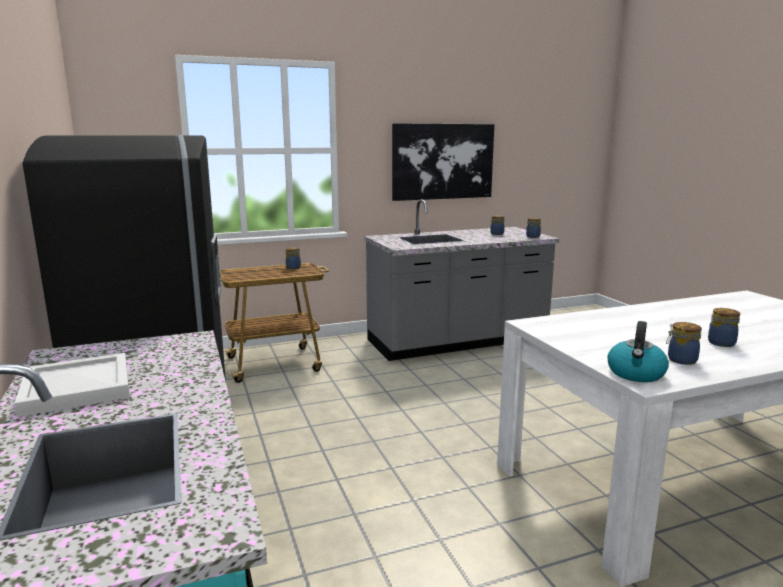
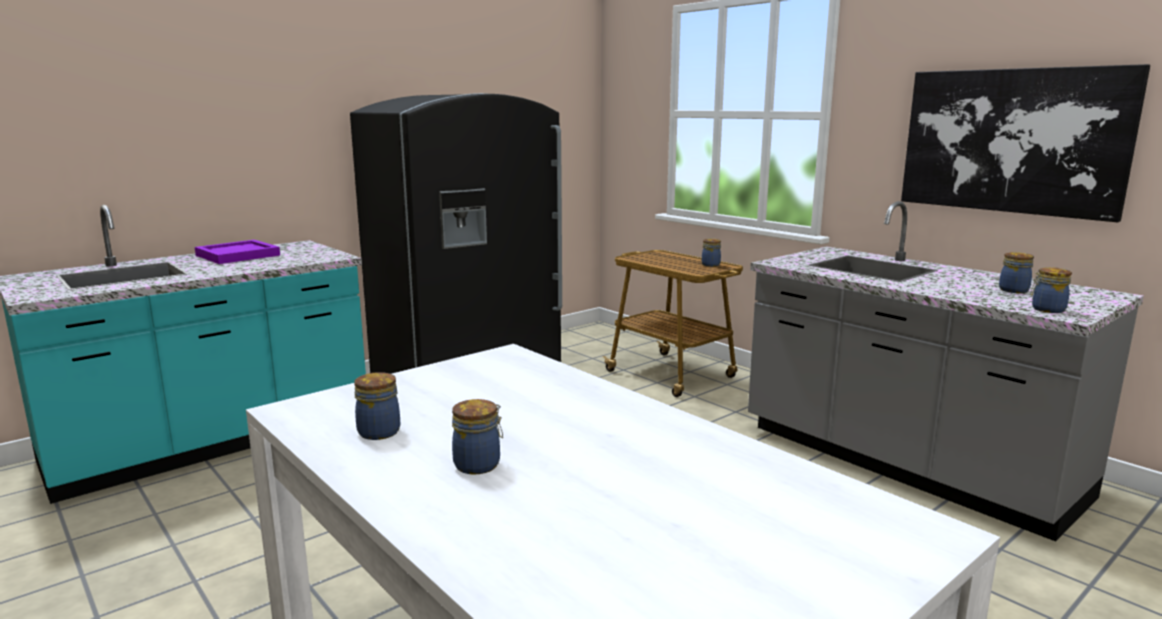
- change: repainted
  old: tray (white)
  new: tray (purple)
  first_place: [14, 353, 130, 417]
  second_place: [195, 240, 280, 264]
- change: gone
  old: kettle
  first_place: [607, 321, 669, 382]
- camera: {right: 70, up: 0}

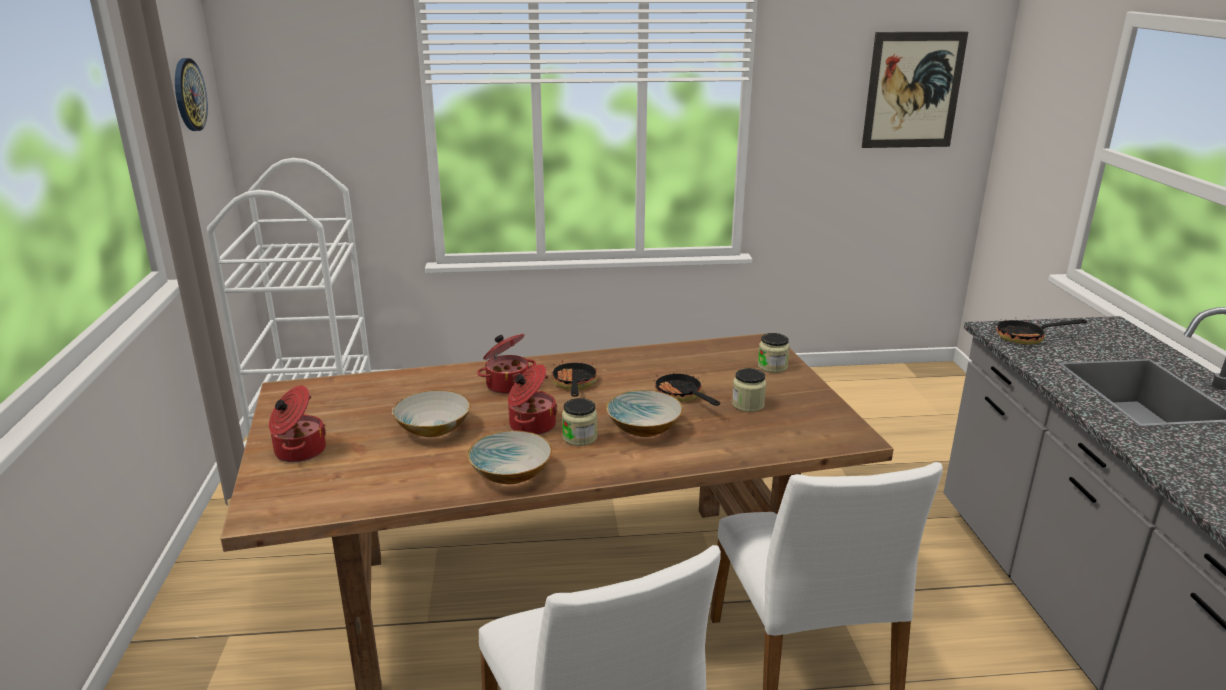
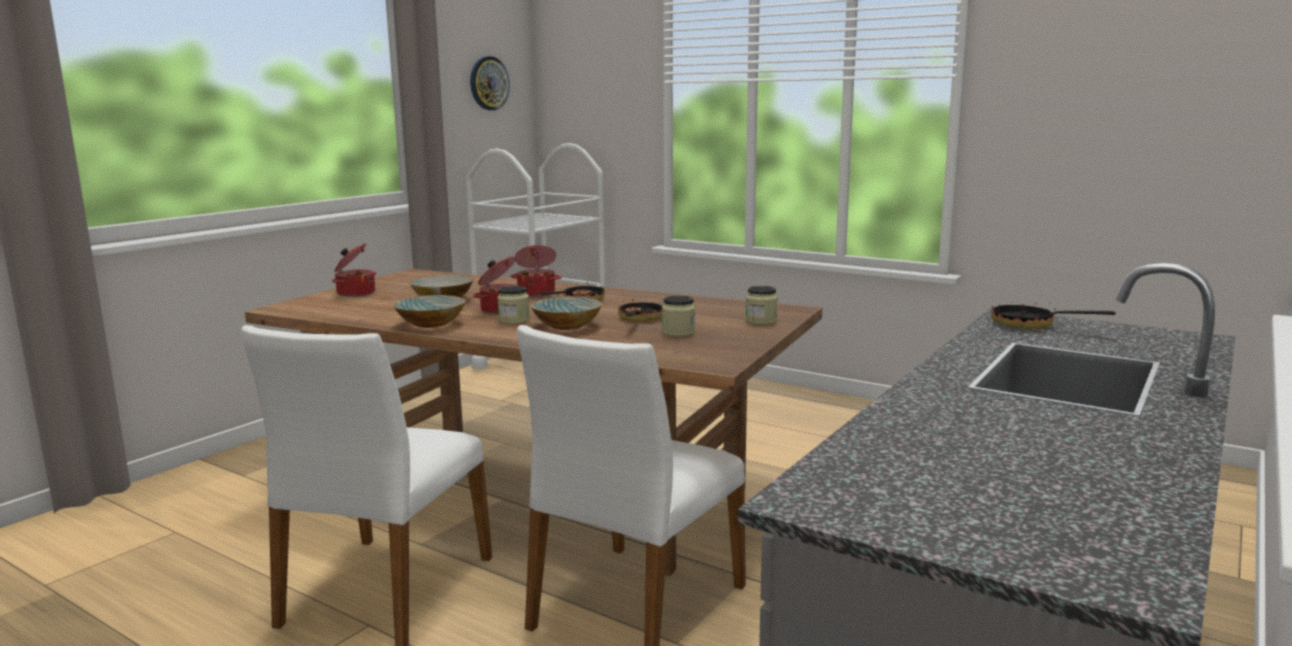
- change: gone
  old: picture
  first_place: [862, 32, 968, 148]
- camera: {right: 40, up: -10}

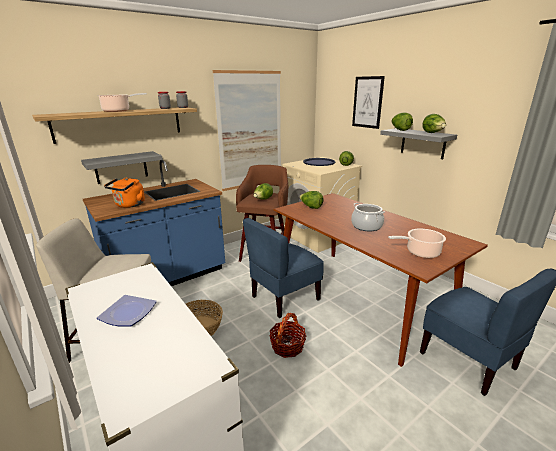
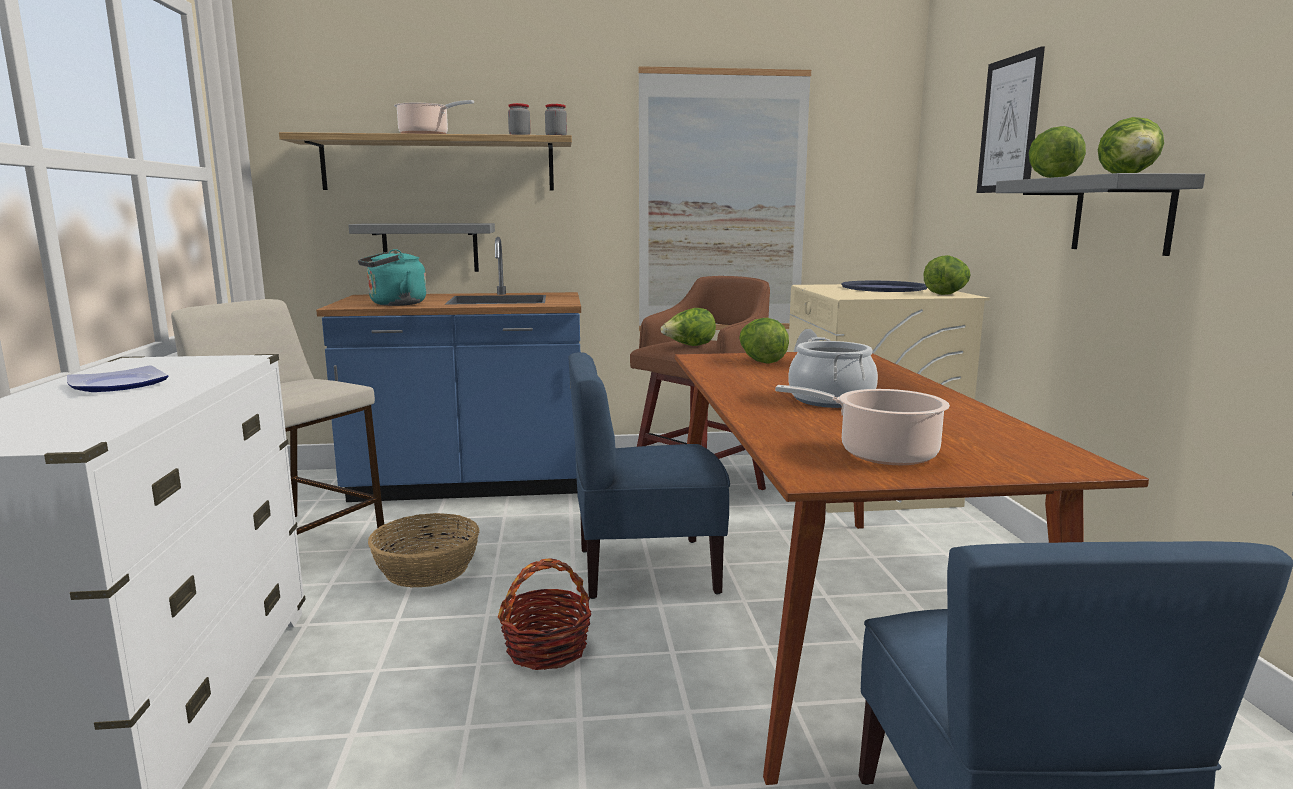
- change: repainted
  old: kettle (orange)
  new: kettle (turquoise)
  first_place: [104, 178, 145, 208]
  second_place: [358, 249, 426, 306]
- camera: {right: 30, up: -10}

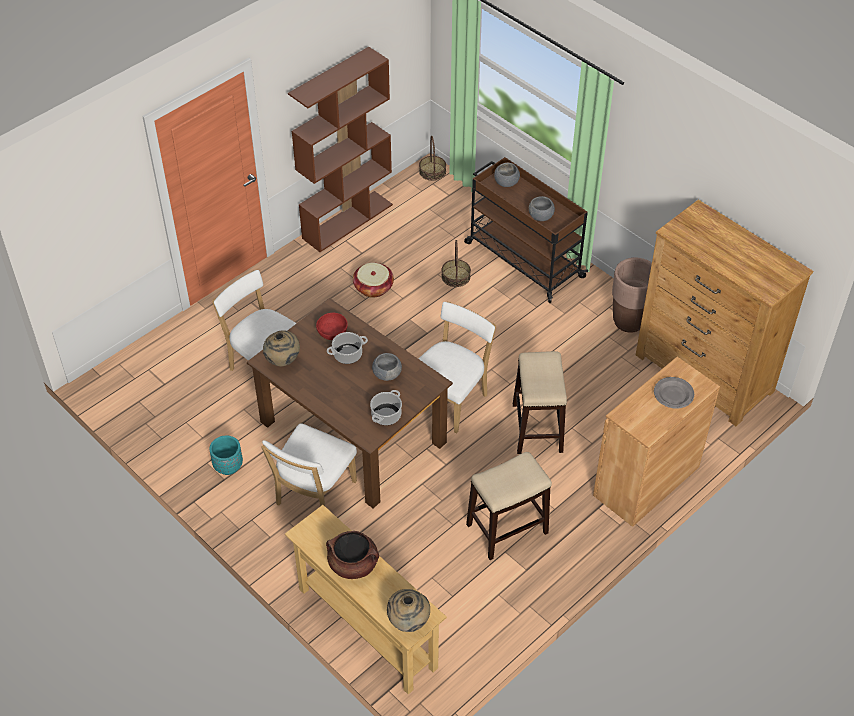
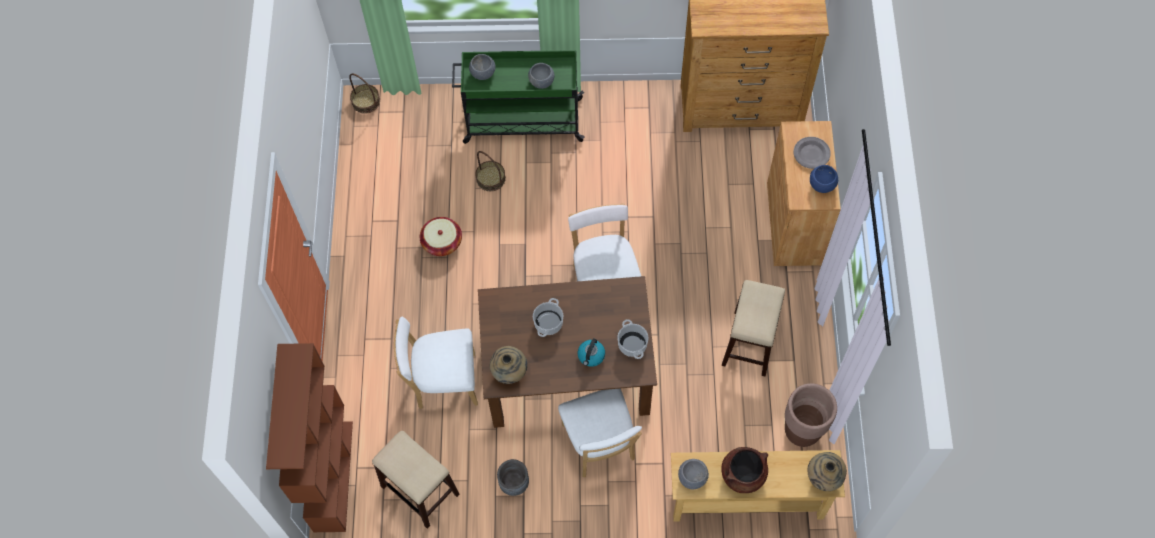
- change: repainted
  old: planter (turquoise)
  new: planter (grey)
  first_place: [210, 436, 243, 475]
  second_place: [497, 459, 529, 496]
- change: shifted
  old: bookcase (brown)
  first_place: [288, 47, 393, 252]
  second_place: [266, 343, 353, 532]
- change: gone
  old: bowl (red)
  first_place: [316, 313, 348, 340]
- change: shifted
  old: bowl (grey)
  first_place: [372, 353, 402, 381]
  second_place: [678, 459, 709, 489]
- change: repainted
  old: cart (brown)
  new: cart (green)
  first_place: [464, 157, 588, 303]
  second_place: [452, 50, 585, 144]
- change: shifted
  old: stool
  first_place: [513, 351, 567, 454]
  second_place: [372, 431, 460, 529]
- change: shifted
  old: planter (brown)
  first_place: [612, 258, 652, 333]
  second_place: [785, 383, 837, 447]
- change: new
  new: kettle
  second_place: [578, 338, 605, 367]
- change: new
  new: bowl (blue)
  second_place: [810, 165, 838, 193]
- camera: {right: -45, up: 15}

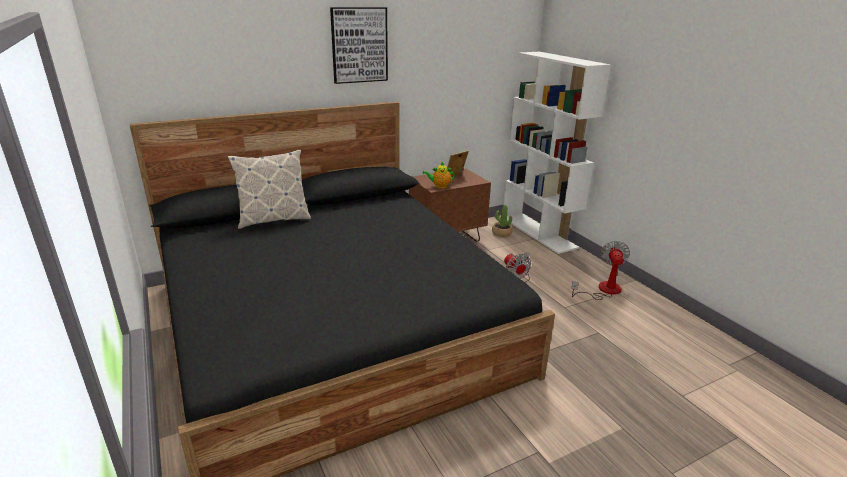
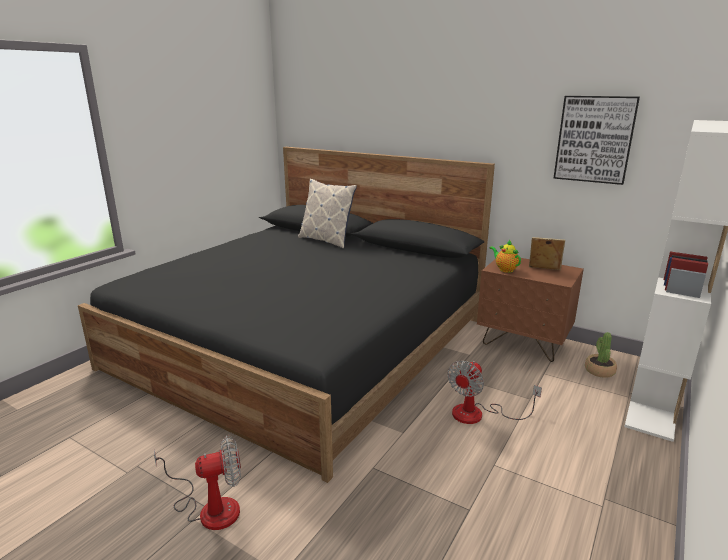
- change: shifted
  old: picture
  first_place: [330, 7, 388, 84]
  second_place: [553, 96, 640, 185]
- change: shifted
  old: fan
  first_place: [571, 241, 630, 300]
  second_place: [154, 435, 241, 530]
- camera: {right: 60, up: -5}

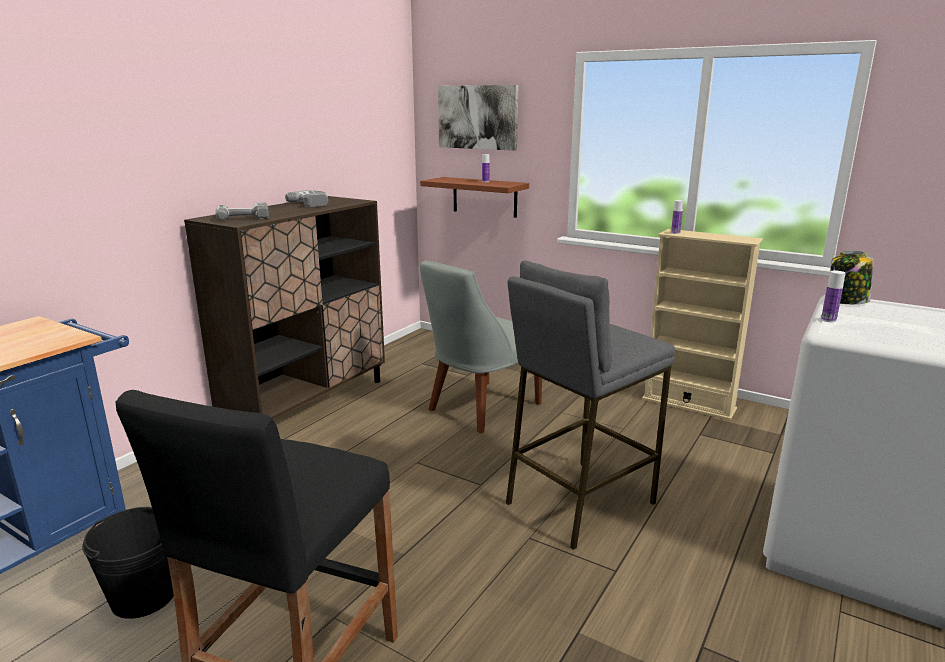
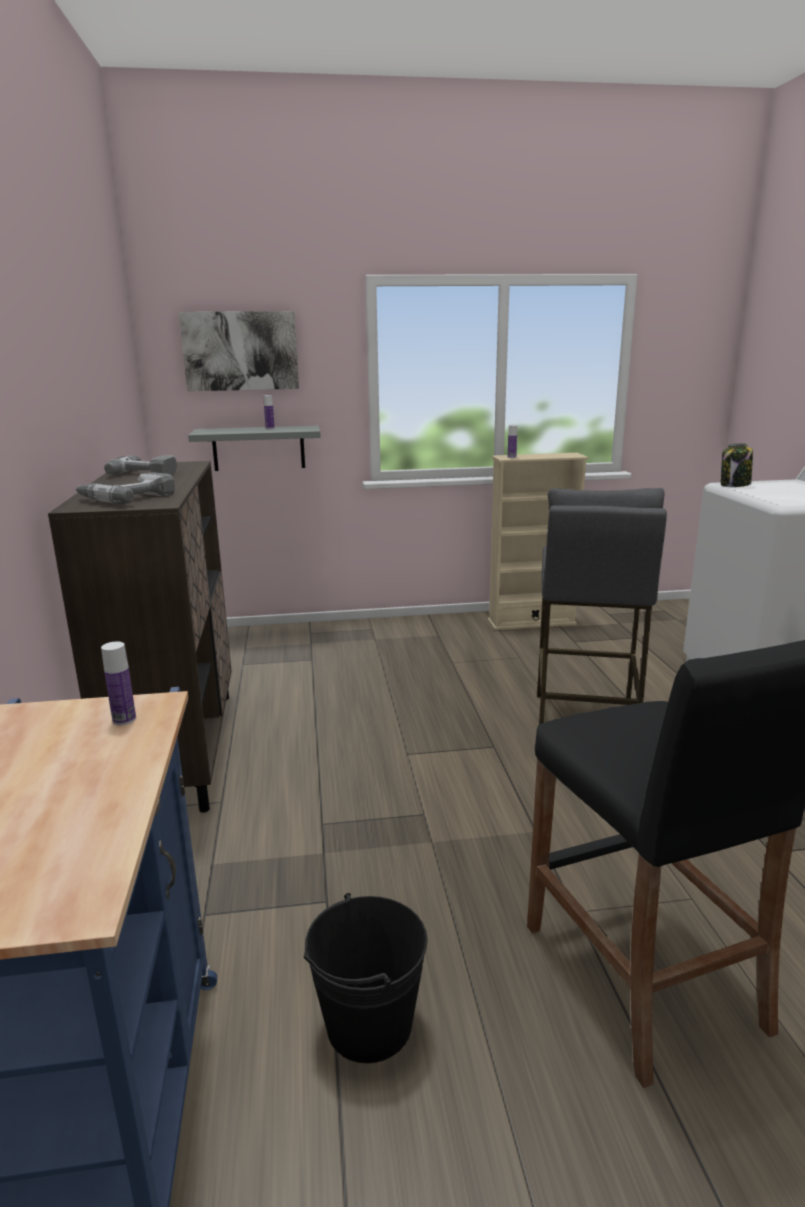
- change: repainted
  old: shelf (brown)
  new: shelf (grey)
  first_place: [420, 177, 529, 218]
  second_place: [188, 426, 321, 471]
- change: gone
  old: chair (grey)
  first_place: [420, 260, 542, 433]
- change: shifted
  old: bottle
  first_place: [821, 270, 845, 322]
  second_place: [101, 642, 136, 725]
- camera: {right: -40, up: 0}

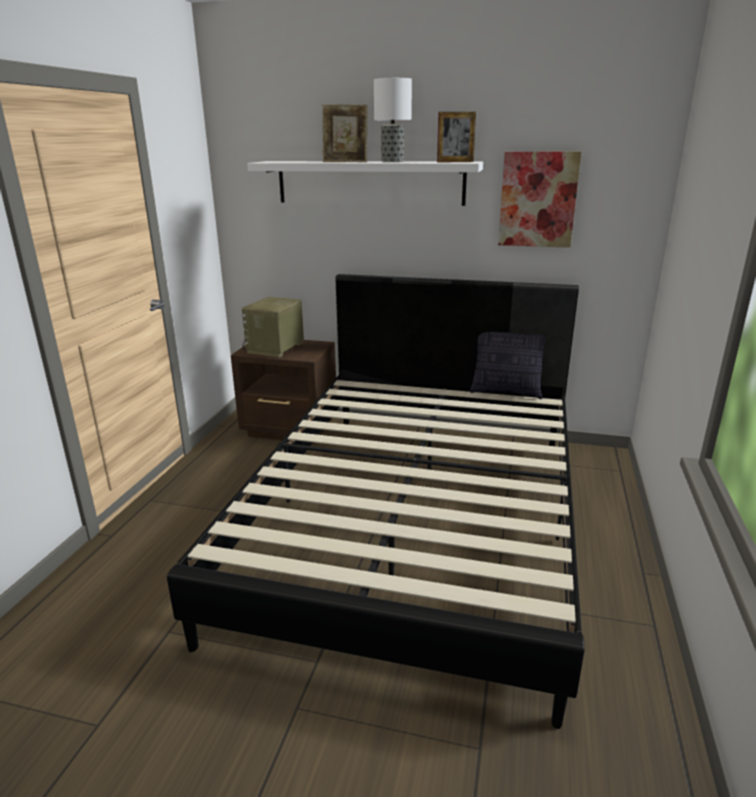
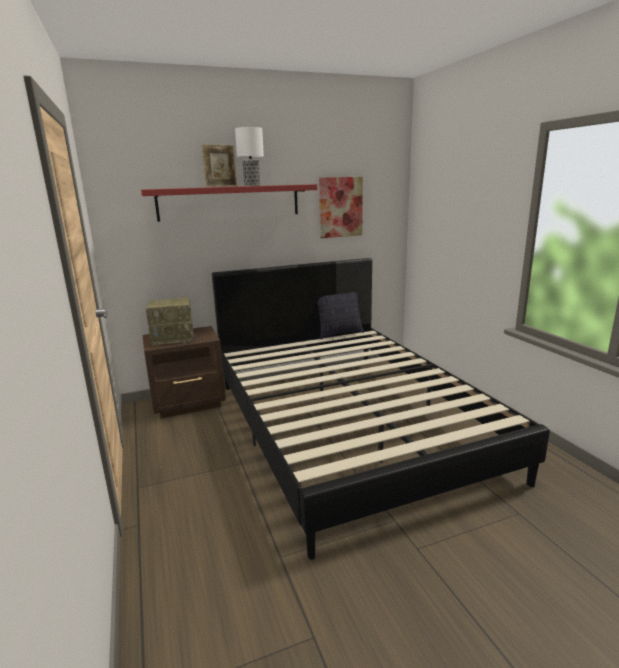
- change: rotated
  old: radio
  first_place: [242, 297, 304, 358]
  second_place: [146, 297, 195, 346]
  degrees: -90
- change: repainted
  old: shelf (white)
  new: shelf (red)
  first_place: [247, 161, 483, 206]
  second_place: [141, 184, 317, 222]
- change: gone
  old: picture frame
  first_place: [437, 112, 476, 163]
- camera: {right: -35, up: -5}

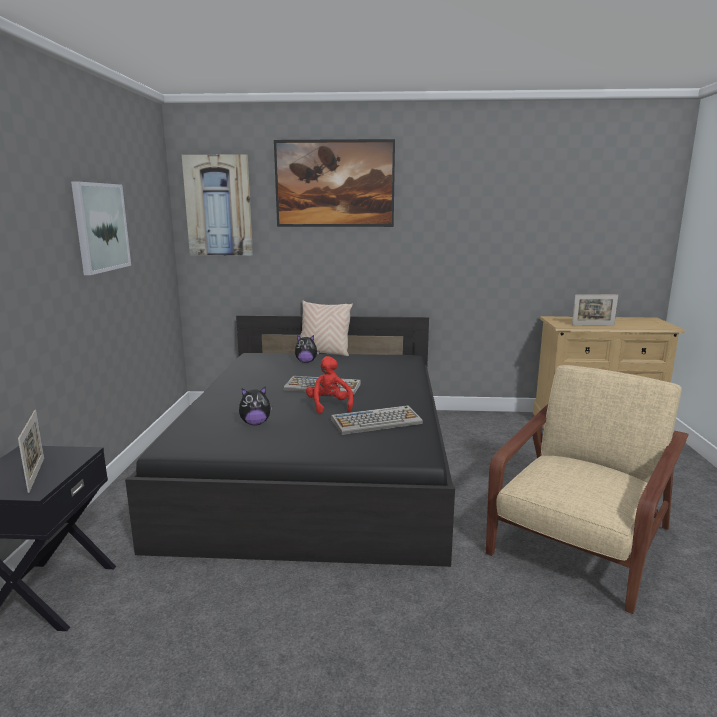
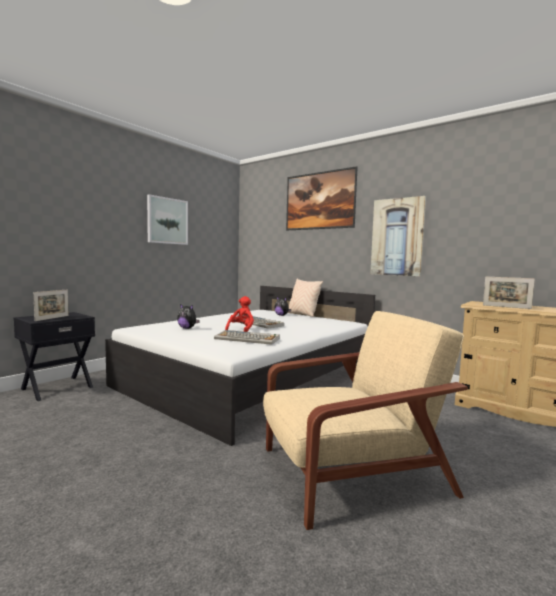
- change: repainted
  old: bed (black)
  new: bed (white)
  first_place: [125, 315, 455, 567]
  second_place: [105, 286, 375, 446]
- change: shifted
  old: picture
  first_place: [182, 154, 253, 256]
  second_place: [370, 196, 426, 276]
- camera: {right: 35, up: -10}

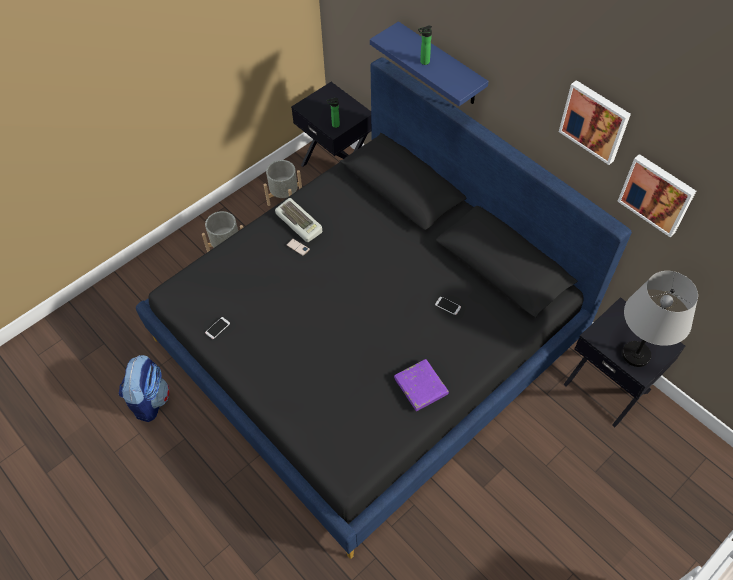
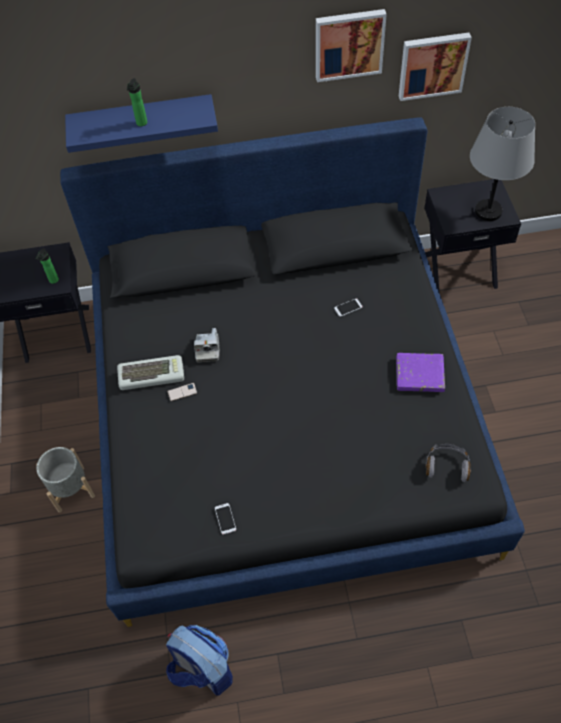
- change: gone
  old: planter (grey)
  first_place: [264, 160, 302, 206]
- change: new
  new: photo camera
  second_place: [194, 328, 220, 362]
- change: new
  new: headphones (grey)
  second_place: [425, 444, 471, 482]
- camera: {right: -55, up: 0}

